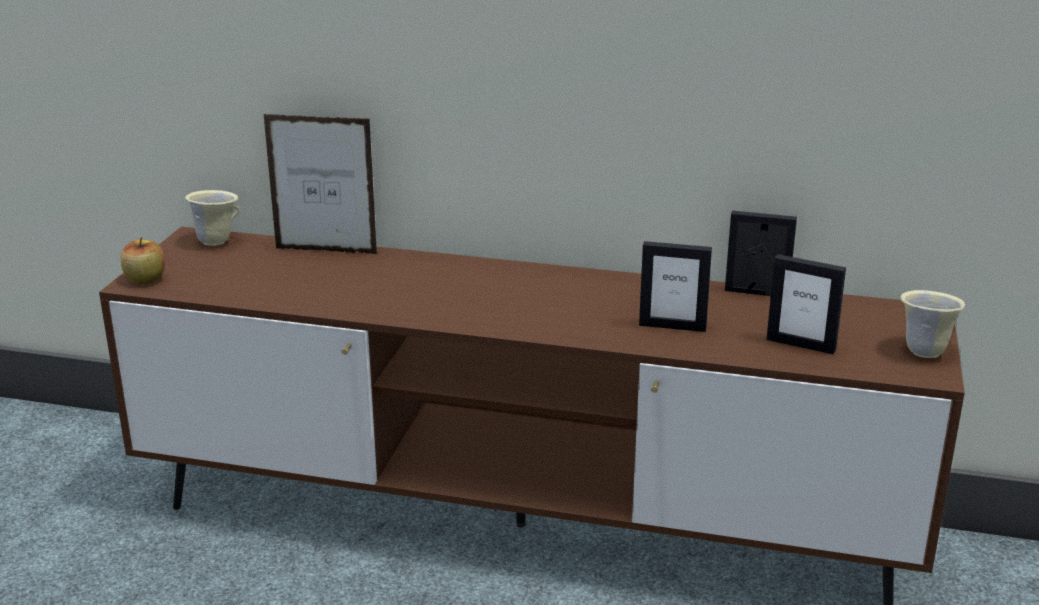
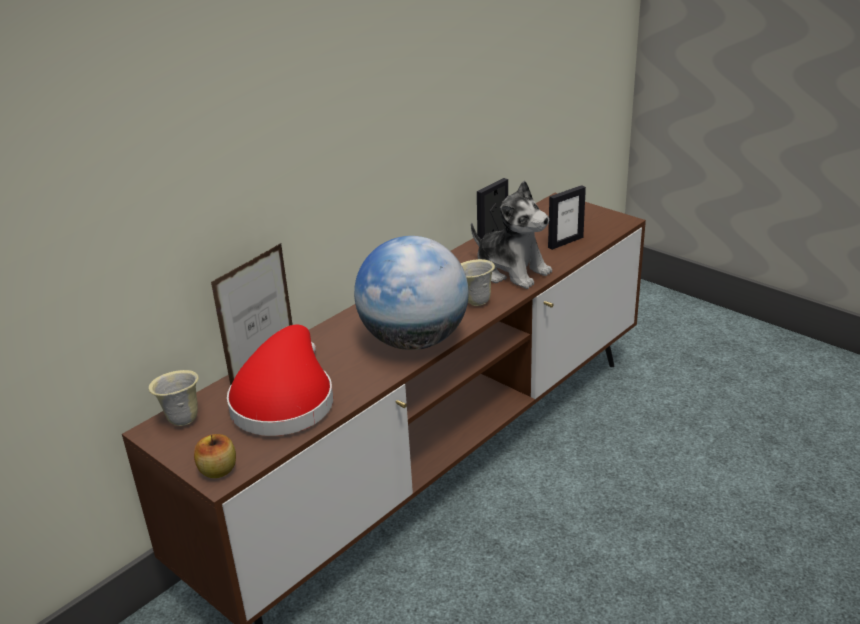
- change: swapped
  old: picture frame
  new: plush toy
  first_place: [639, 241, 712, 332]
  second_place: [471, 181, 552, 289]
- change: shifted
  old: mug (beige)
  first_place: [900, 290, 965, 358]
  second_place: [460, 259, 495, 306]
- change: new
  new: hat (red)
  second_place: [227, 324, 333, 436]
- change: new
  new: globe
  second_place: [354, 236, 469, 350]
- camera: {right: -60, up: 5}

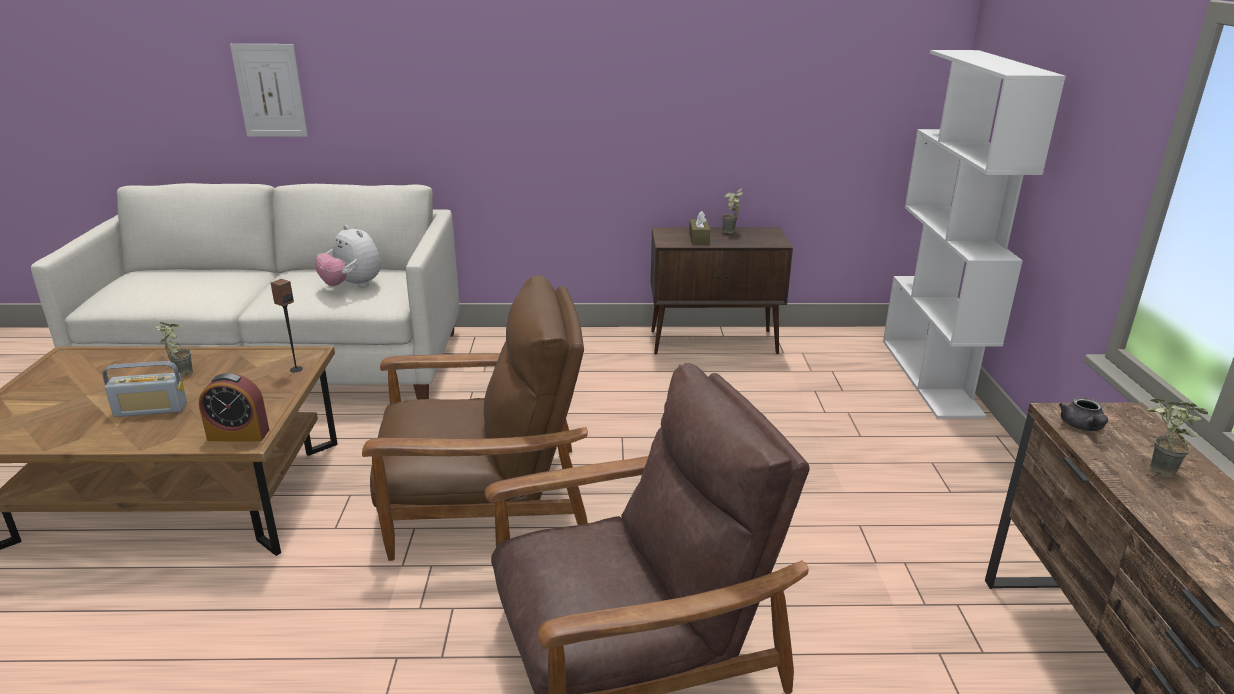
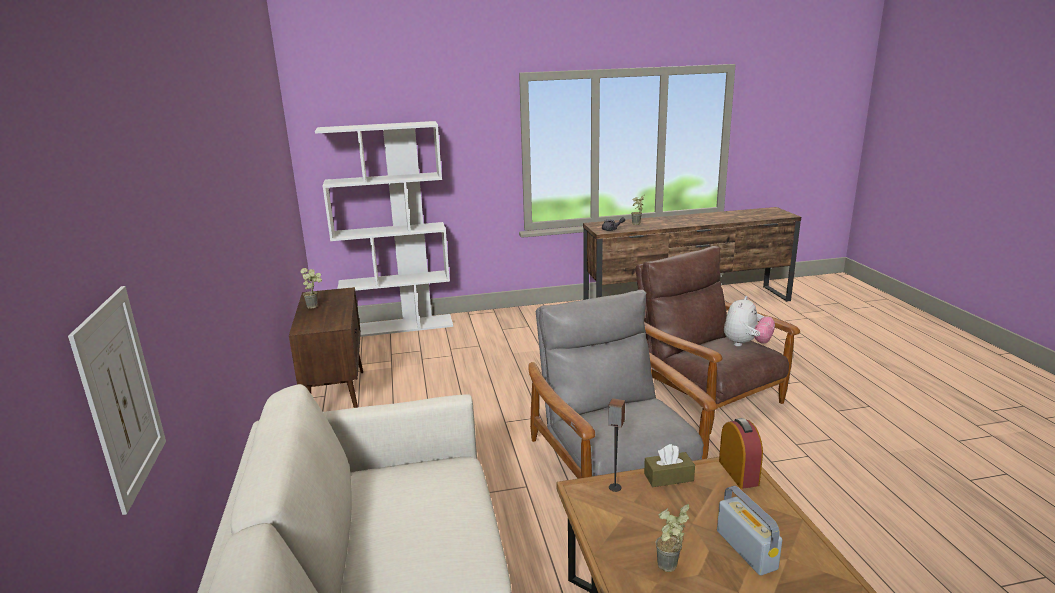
- change: shifted
  old: plush toy
  first_place: [315, 225, 381, 288]
  second_place: [724, 296, 775, 346]
- change: repainted
  old: armchair (brown)
  new: armchair (grey)
  first_place: [362, 275, 588, 561]
  second_place: [528, 290, 717, 479]
- change: shifted
  old: tissue box (brown)
  first_place: [689, 211, 710, 244]
  second_place: [644, 444, 695, 487]
- camera: {right: -100, up: -5}

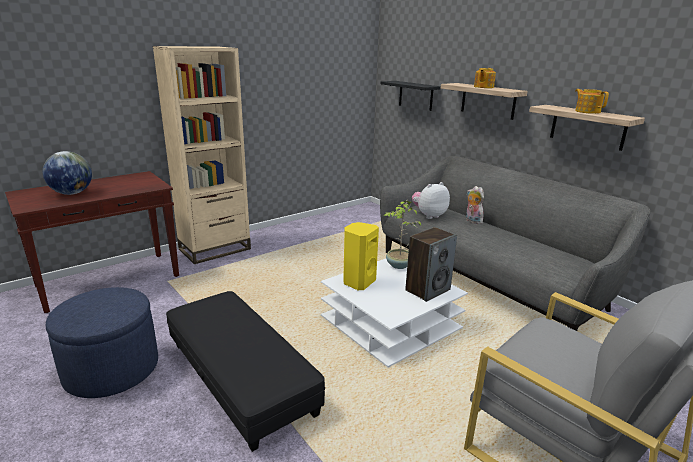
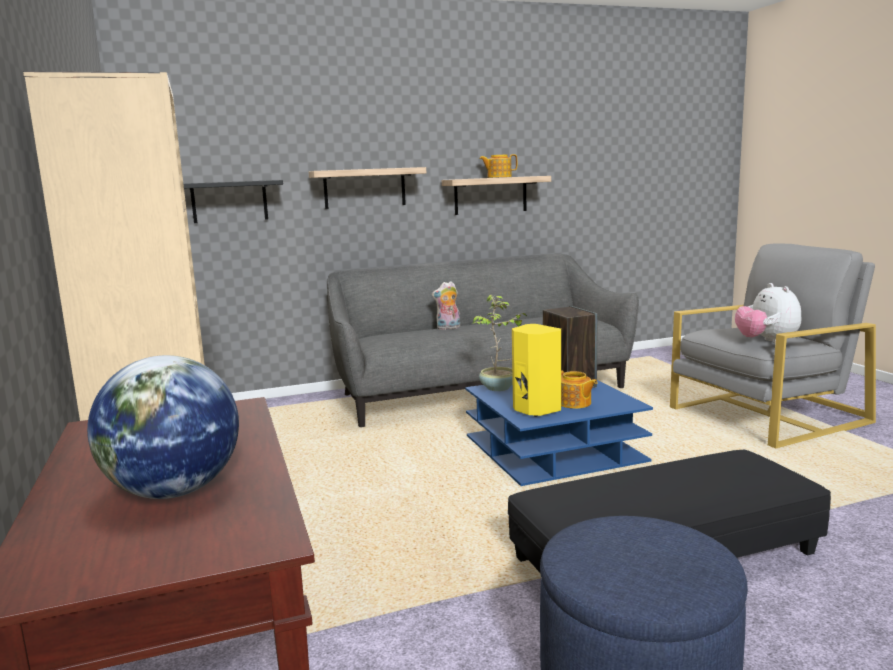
- change: repainted
  old: coffee table (white)
  new: coffee table (blue)
  first_place: [321, 259, 468, 367]
  second_place: [465, 380, 653, 486]
- change: shifted
  old: plush toy
  first_place: [412, 182, 450, 219]
  second_place: [735, 283, 801, 343]
- change: shifted
  old: teapot
  first_place: [474, 68, 496, 88]
  second_place: [561, 370, 598, 409]
- camera: {right: -70, up: -10}

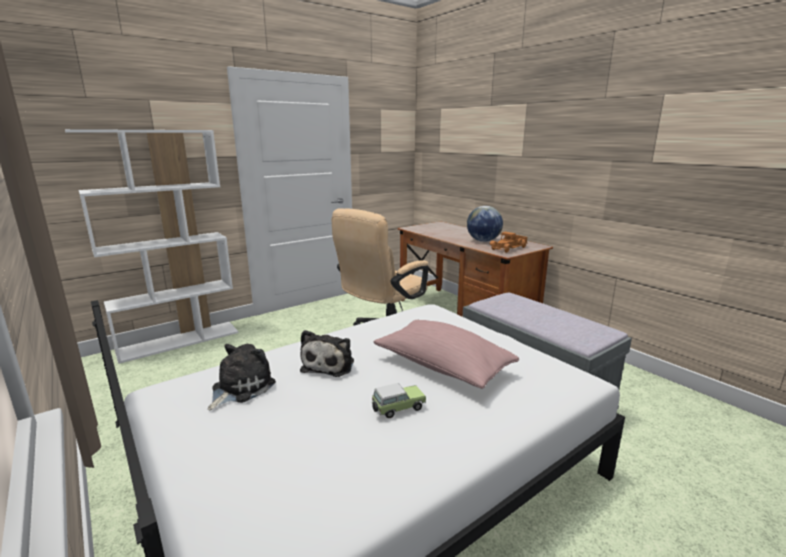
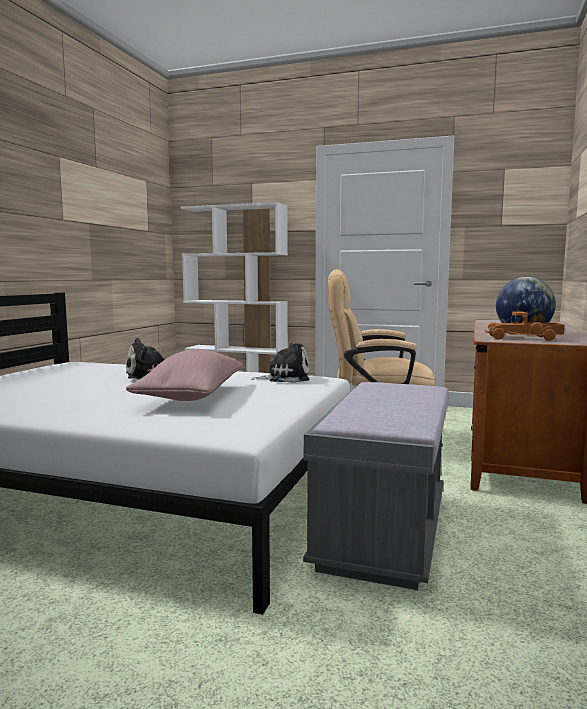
- change: shifted
  old: plush toy
  first_place: [208, 344, 276, 410]
  second_place: [251, 343, 309, 383]
- change: gone
  old: toy car
  first_place: [372, 383, 426, 418]
- camera: {right: 55, up: -10}

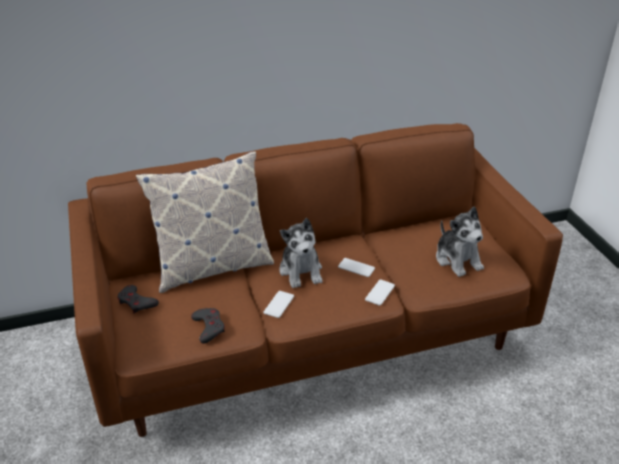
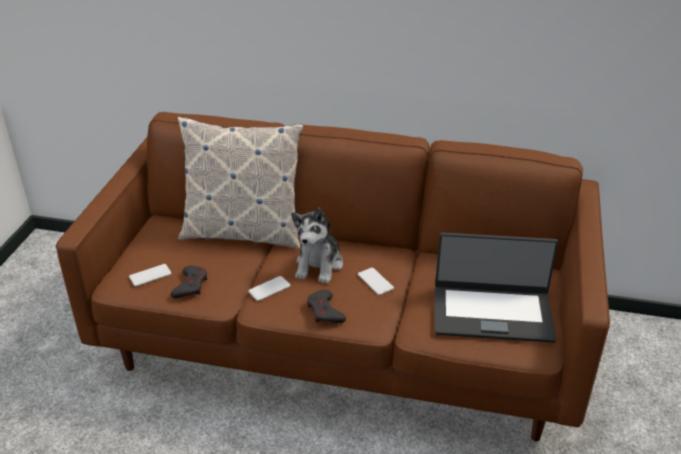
- change: shifted
  old: game controller (grey)
  first_place: [117, 285, 159, 314]
  second_place: [307, 290, 346, 323]
- change: shifted
  old: phone
  first_place: [365, 280, 395, 306]
  second_place: [129, 264, 172, 286]
- change: swapped
  old: plush toy
  new: laptop
  first_place: [436, 207, 484, 277]
  second_place: [435, 232, 558, 343]
- camera: {right: 30, up: 0}

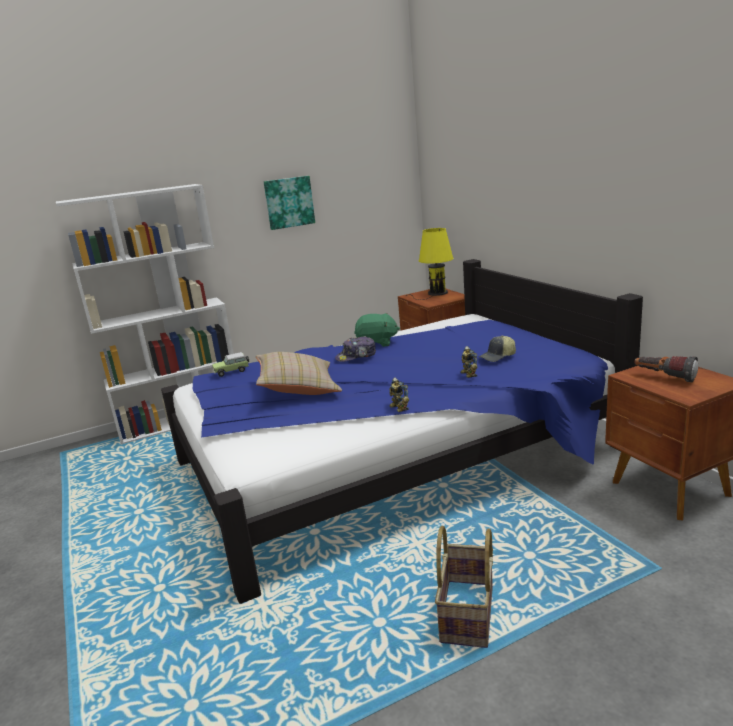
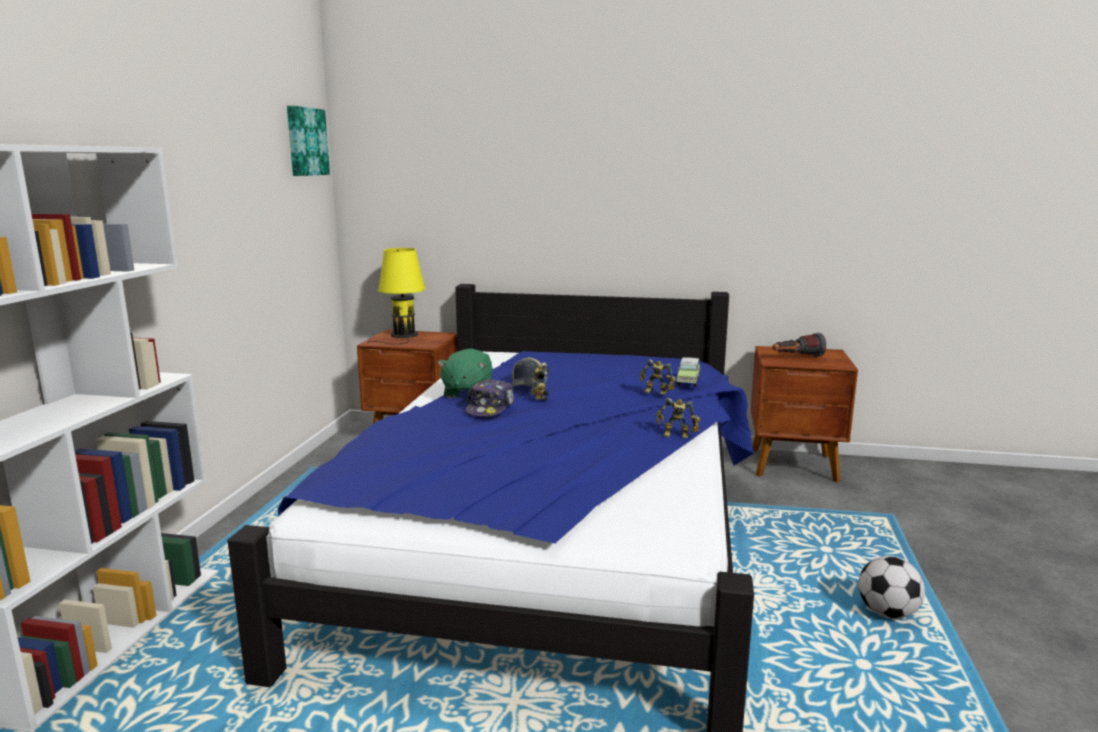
- change: shifted
  old: toy car
  first_place: [212, 352, 249, 377]
  second_place: [677, 357, 700, 387]
- change: gone
  old: pillow (beige)
  first_place: [256, 352, 342, 395]
- change: shifted
  old: picture
  first_place: [264, 176, 315, 230]
  second_place: [287, 106, 330, 176]
- change: rotated
  old: plush toy (green)
  first_place: [354, 313, 400, 347]
  second_place: [437, 349, 493, 398]
  degrees: 150
- change: swapped
  old: basket
  new: football
  first_place: [435, 526, 493, 648]
  second_place: [858, 556, 925, 619]
- change: shifted
  old: cap
  first_place: [479, 335, 516, 362]
  second_place: [511, 357, 541, 387]
- change: new
  new: toy robot
  second_place: [530, 362, 549, 400]
- camera: {right: -55, up: -5}

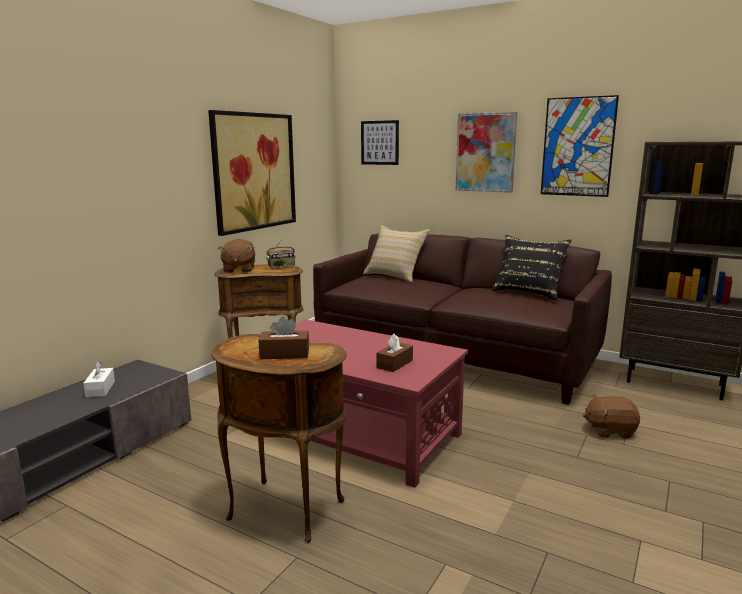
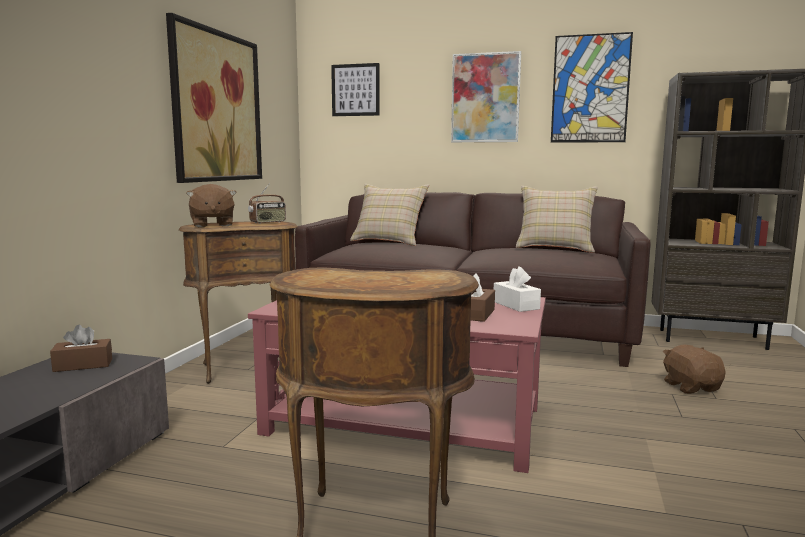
- change: shifted
  old: tissue box (white)
  first_place: [83, 361, 115, 397]
  second_place: [494, 266, 541, 312]
- change: shifted
  old: tissue box (brown)
  first_place: [259, 316, 309, 359]
  second_place: [50, 325, 112, 372]
- change: repainted
  old: pillow (black)
  new: pillow (beige)
  first_place: [492, 235, 572, 301]
  second_place: [516, 186, 598, 253]
- change: rotated
  old: plush toy (brown)
  first_place: [583, 394, 640, 438]
  second_place: [663, 345, 726, 394]
  degrees: 90
- camera: {right: -15, up: -5}

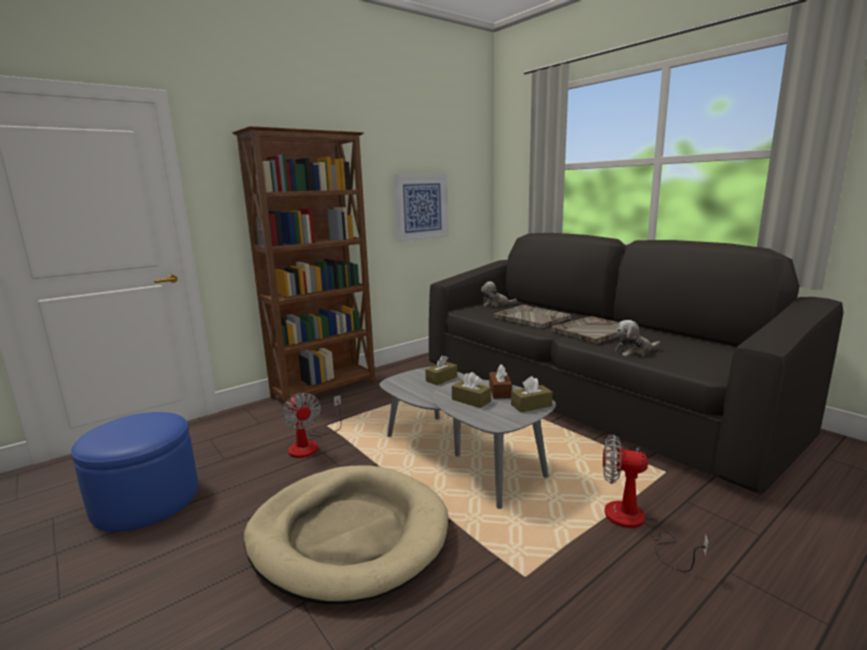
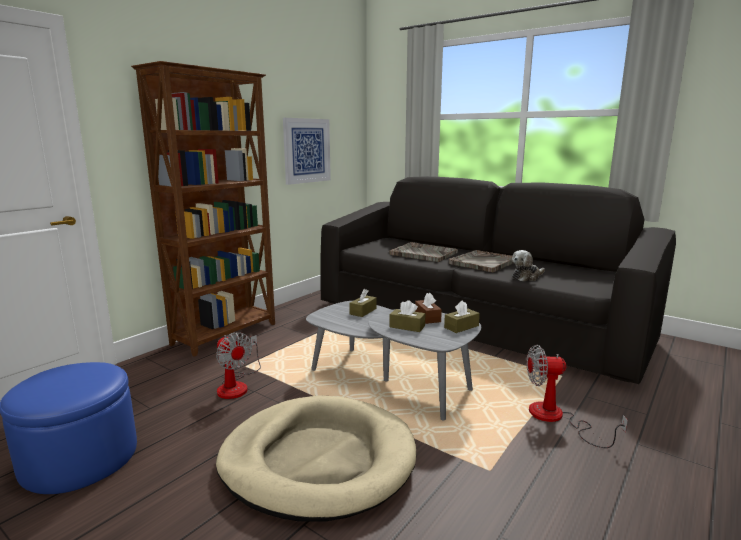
- change: gone
  old: plush toy
  first_place: [481, 281, 517, 307]
- camera: {right: -15, up: 0}

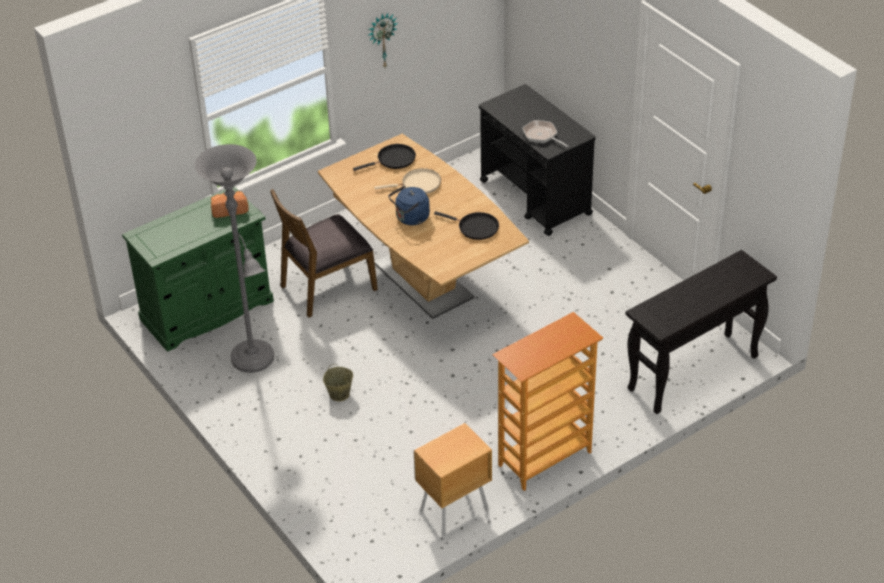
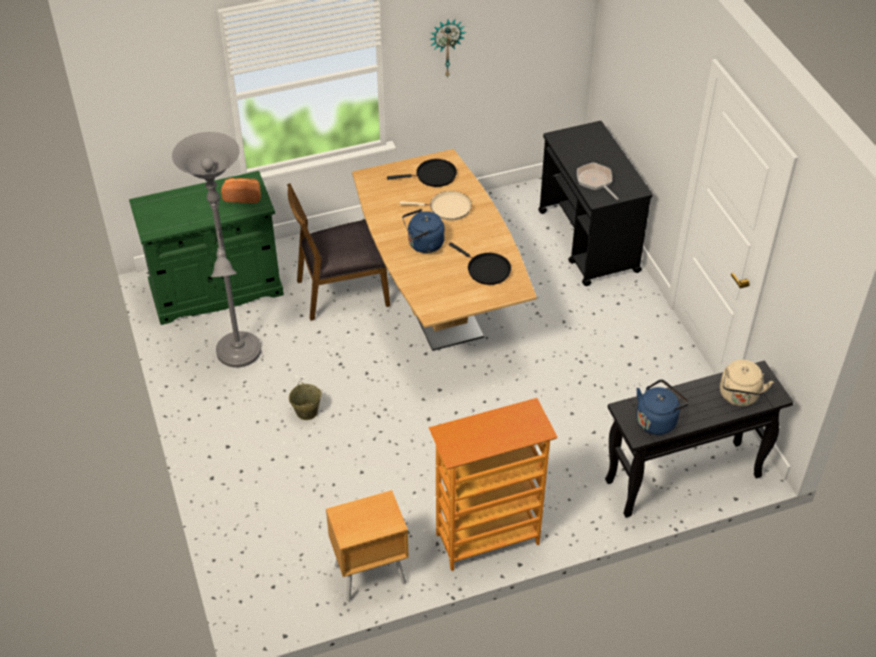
- change: new
  new: kettle (blue)
  second_place: [636, 379, 689, 435]
- change: new
  new: kettle (beige)
  second_place: [720, 360, 773, 406]
- camera: {right: 15, up: 5}

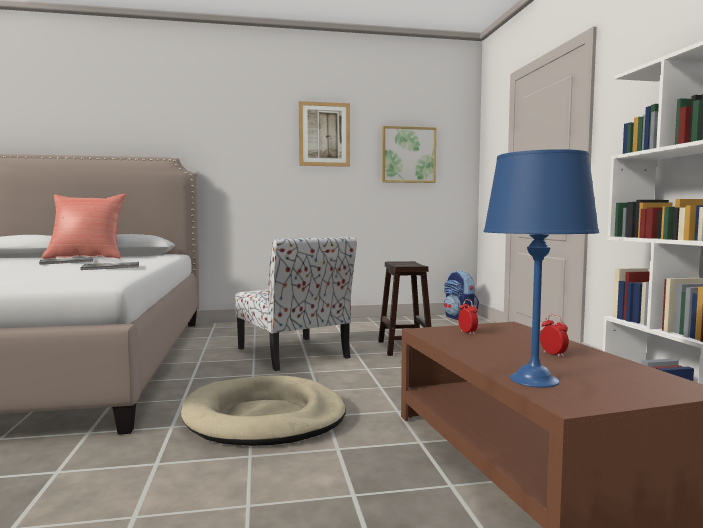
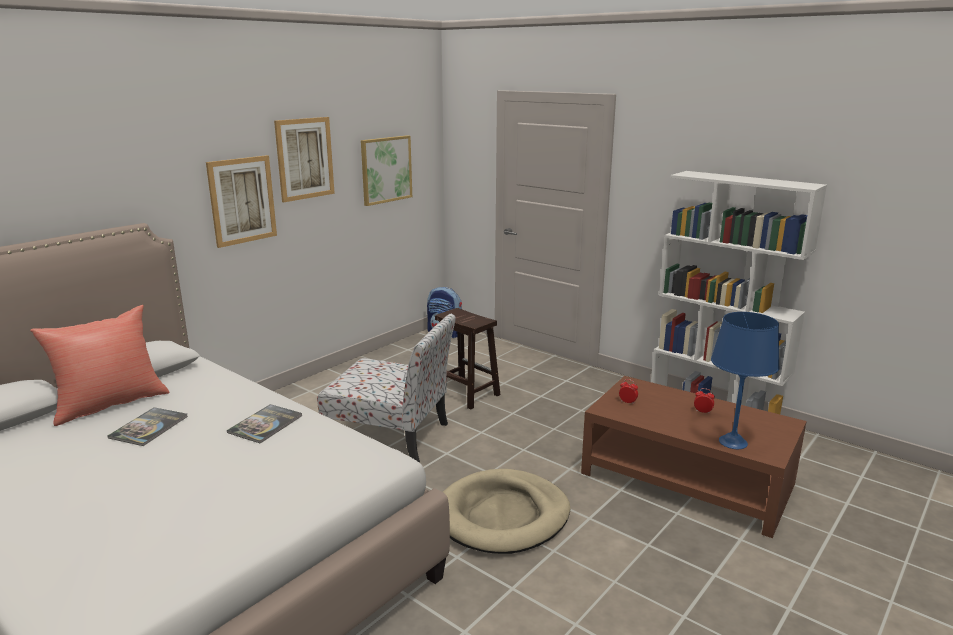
- change: new
  new: picture
  second_place: [206, 155, 277, 248]
- camera: {right: -40, up: 15}

